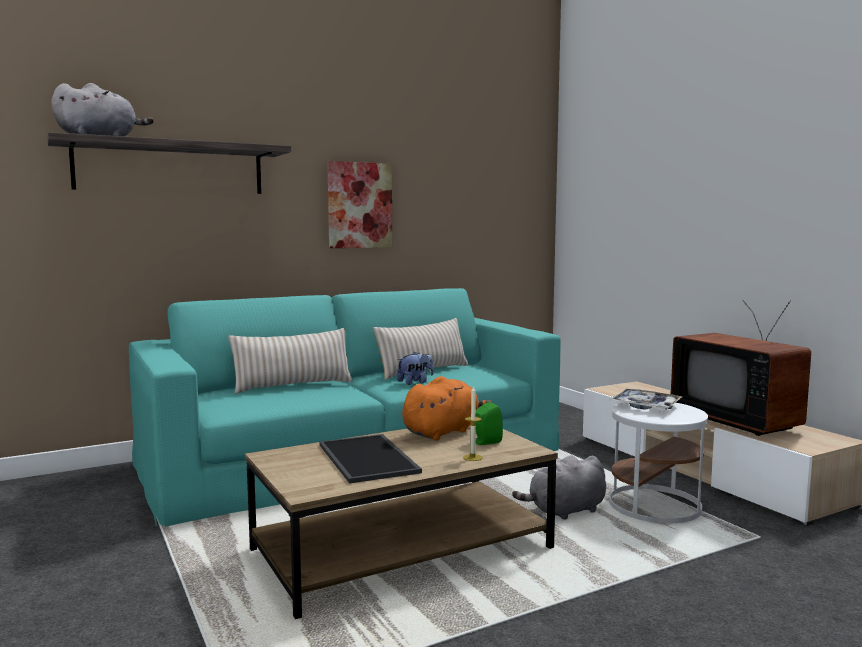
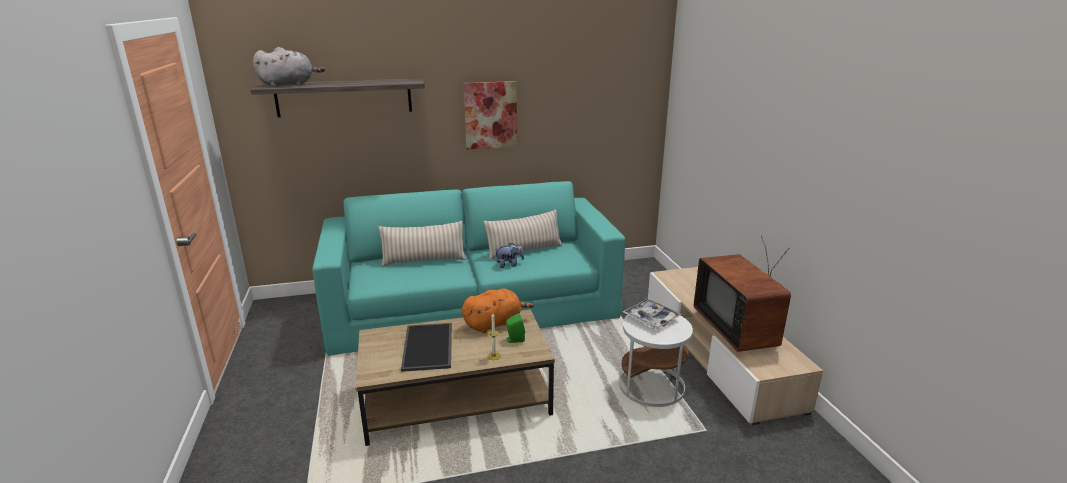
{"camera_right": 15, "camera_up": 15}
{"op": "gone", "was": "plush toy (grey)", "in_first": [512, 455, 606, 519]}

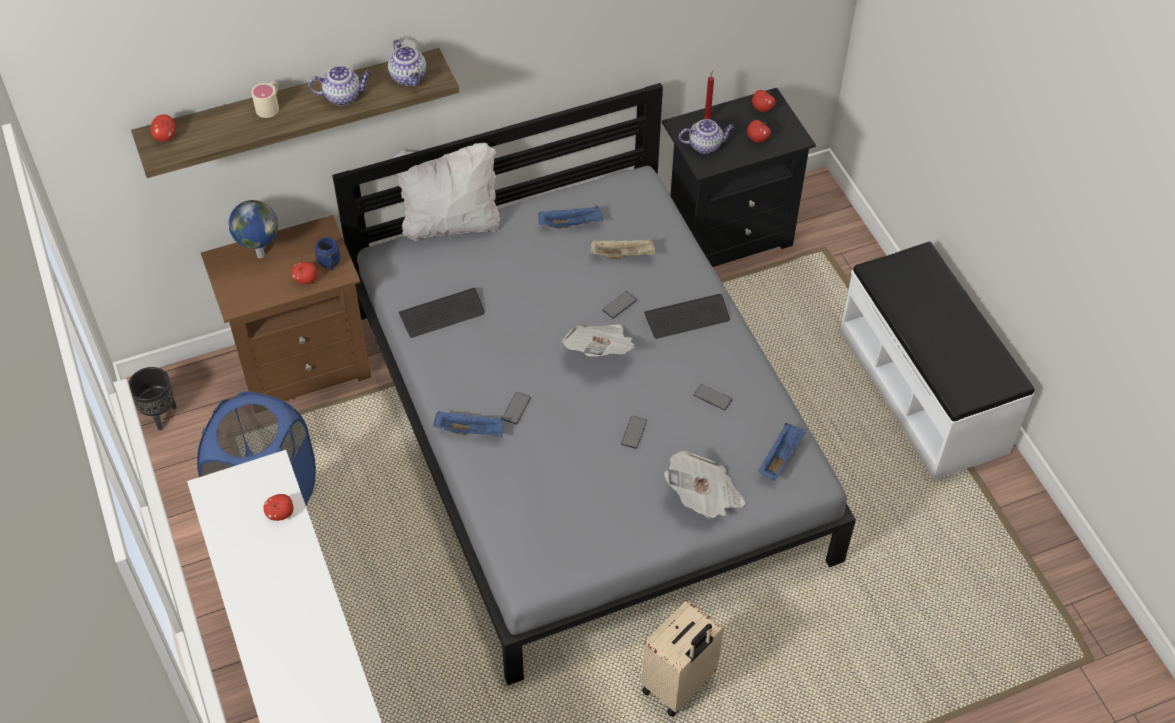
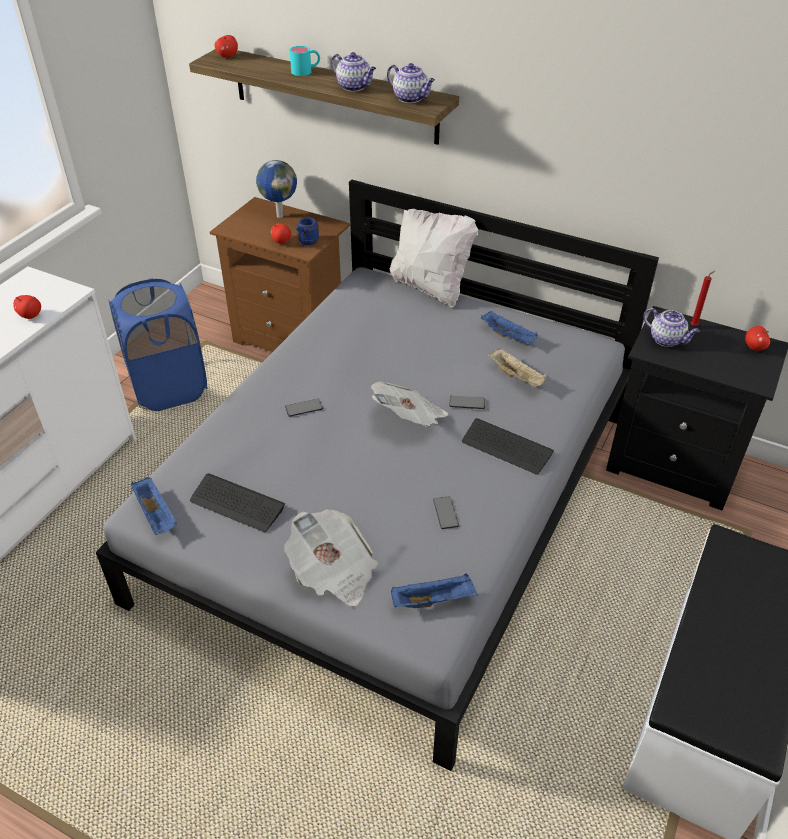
{"camera_right": 50, "camera_up": -10}
{"op": "gone", "was": "planter (black)", "in_first": [128, 367, 177, 430]}
{"op": "repainted", "was": "mug (beige)", "now": "mug (turquoise)", "in_first": [251, 82, 279, 118], "in_second": [290, 46, 320, 76]}
{"op": "rotated", "was": "teapot", "in_first": [388, 39, 426, 86], "in_second": [387, 63, 435, 103], "clockwise": -75}
{"op": "shifted", "was": "keyboard", "in_first": [399, 288, 485, 338], "in_second": [190, 473, 285, 532]}
{"op": "shifted", "was": "tray (blue)", "in_first": [433, 411, 504, 437], "in_second": [131, 477, 177, 535]}
{"op": "gone", "was": "phone", "in_first": [621, 416, 647, 449]}
{"op": "gone", "was": "suitcase (beige)", "in_first": [641, 600, 724, 717]}
{"op": "gone", "was": "apple", "in_first": [747, 120, 771, 143]}

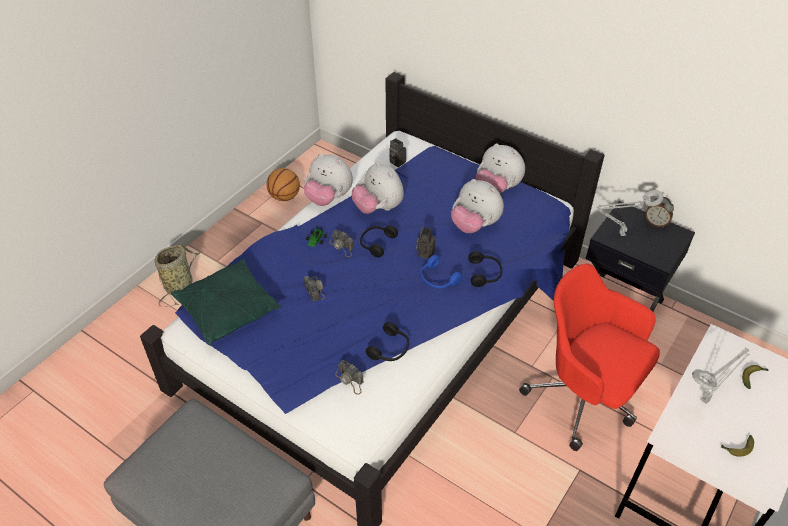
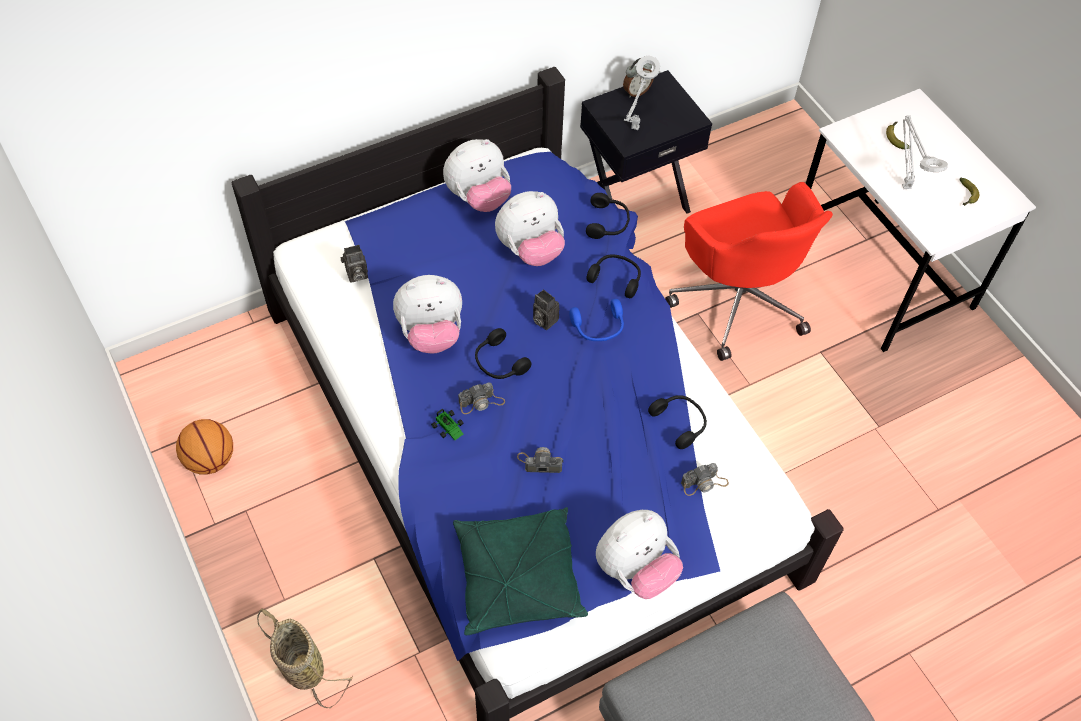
{"camera_right": -65, "camera_up": 10}
{"op": "shifted", "was": "plush toy", "in_first": [303, 154, 353, 206], "in_second": [596, 510, 683, 599]}
{"op": "rotated", "was": "office chair (red)", "in_first": [519, 264, 660, 451], "in_second": [665, 182, 833, 361], "clockwise": -90}
{"op": "new", "now": "headphones (black)", "in_second": [586, 193, 630, 239]}

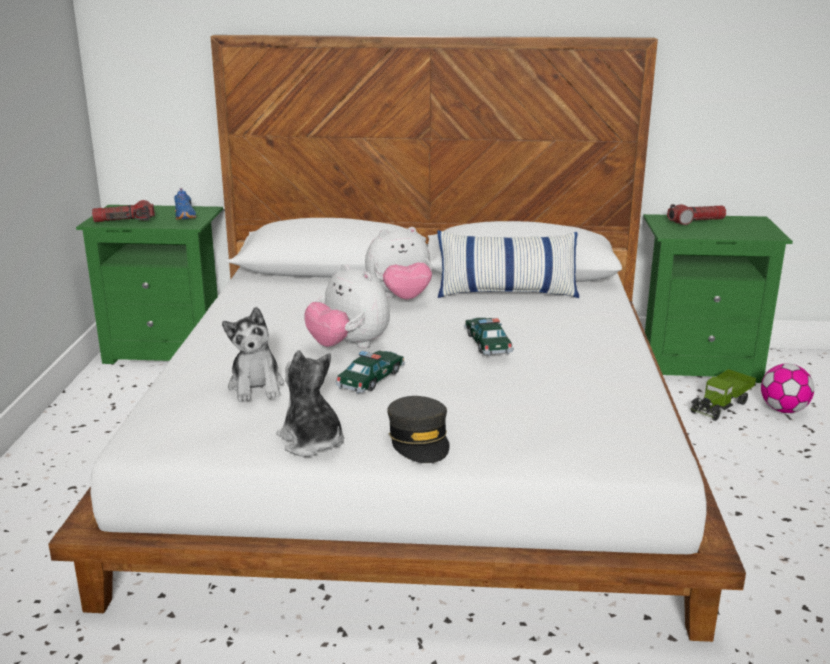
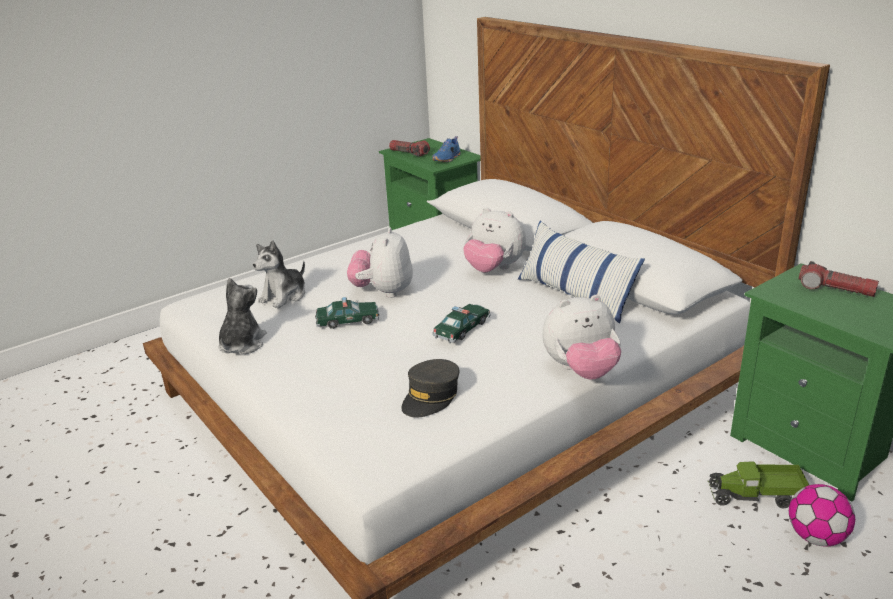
{"camera_right": 50, "camera_up": 5}
{"op": "shifted", "was": "cap (grey)", "in_first": [387, 396, 450, 463], "in_second": [402, 359, 459, 418]}
{"op": "new", "now": "plush toy", "in_second": [542, 295, 621, 380]}

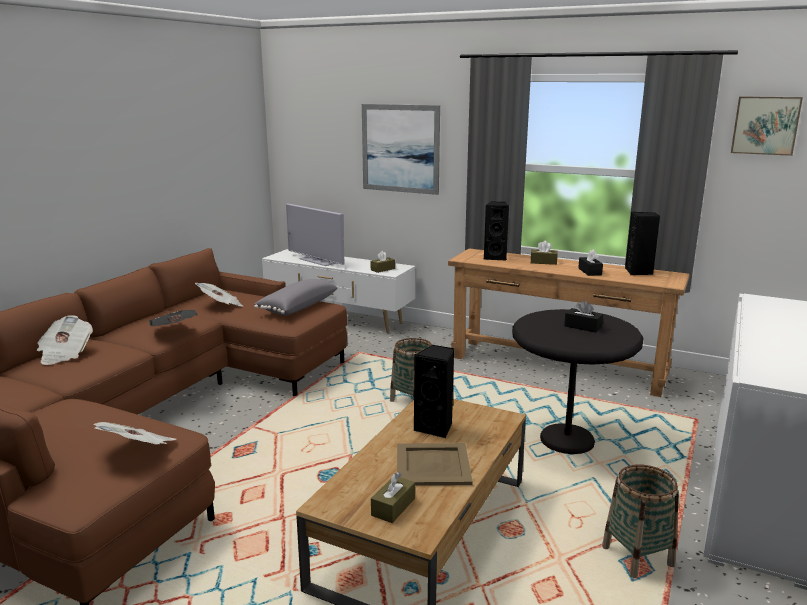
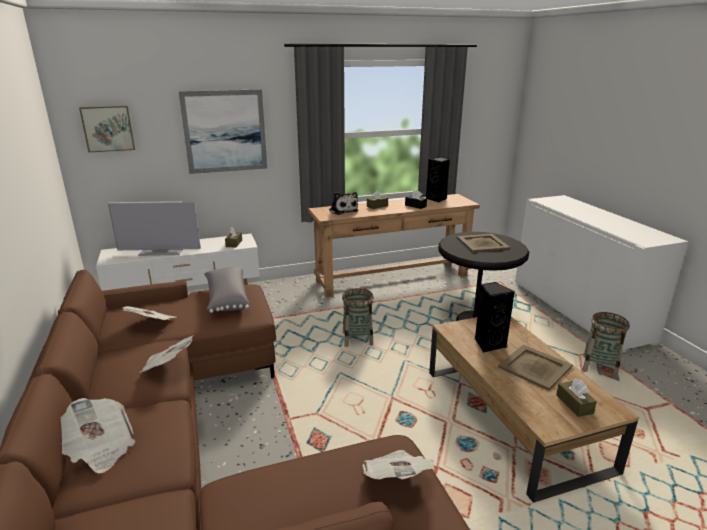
{"camera_right": -45, "camera_up": 5}
{"op": "swapped", "was": "speaker (black)", "now": "plush toy", "in_first": [484, 201, 509, 260], "in_second": [329, 192, 359, 215]}
{"op": "swapped", "was": "tissue box (black)", "now": "tray (beige)", "in_first": [564, 300, 603, 333], "in_second": [457, 234, 510, 252]}
{"op": "shifted", "was": "picture", "in_first": [731, 96, 803, 156], "in_second": [79, 106, 135, 153]}

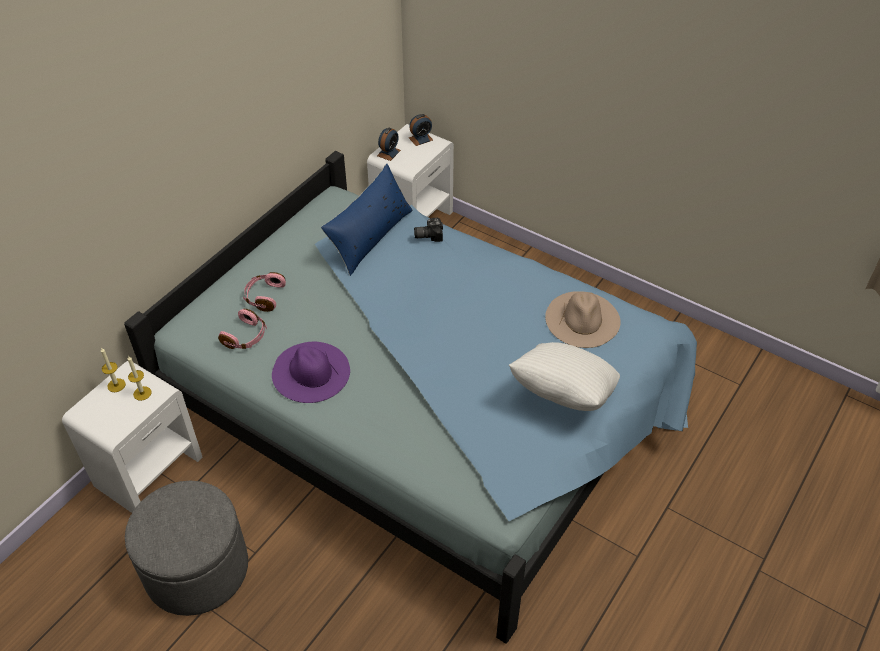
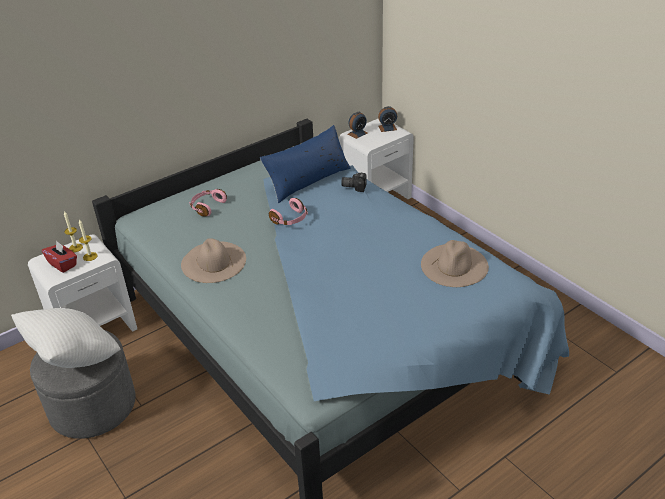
{"camera_right": 20, "camera_up": -10}
{"op": "shifted", "was": "headphones (pink)", "in_first": [218, 308, 267, 349], "in_second": [269, 198, 308, 225]}
{"op": "repainted", "was": "hat (purple)", "now": "hat (beige)", "in_first": [272, 342, 350, 403], "in_second": [181, 238, 246, 283]}
{"op": "shifted", "was": "pillow (white)", "in_first": [509, 342, 620, 411], "in_second": [11, 308, 120, 368]}
{"op": "new", "now": "tissue box (red)", "in_second": [42, 241, 77, 273]}

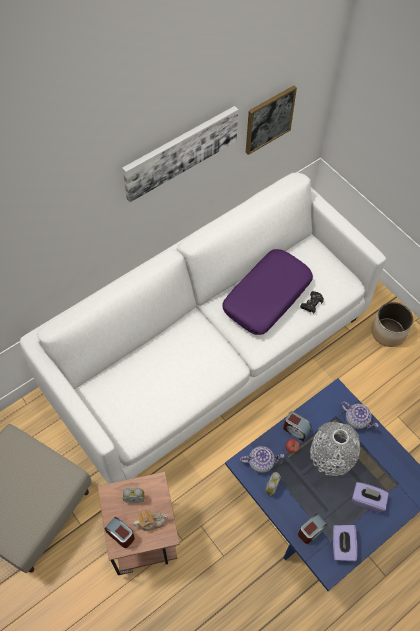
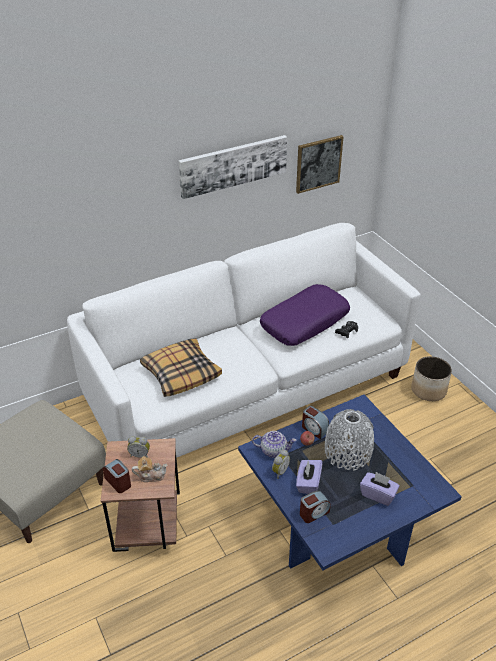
{"camera_right": 10, "camera_up": -20}
{"op": "shifted", "was": "tissue box (purple)", "in_first": [333, 525, 357, 561], "in_second": [296, 460, 322, 494]}
{"op": "gone", "was": "teapot", "in_first": [341, 402, 378, 430]}
{"op": "new", "now": "pillow", "in_second": [140, 338, 222, 397]}

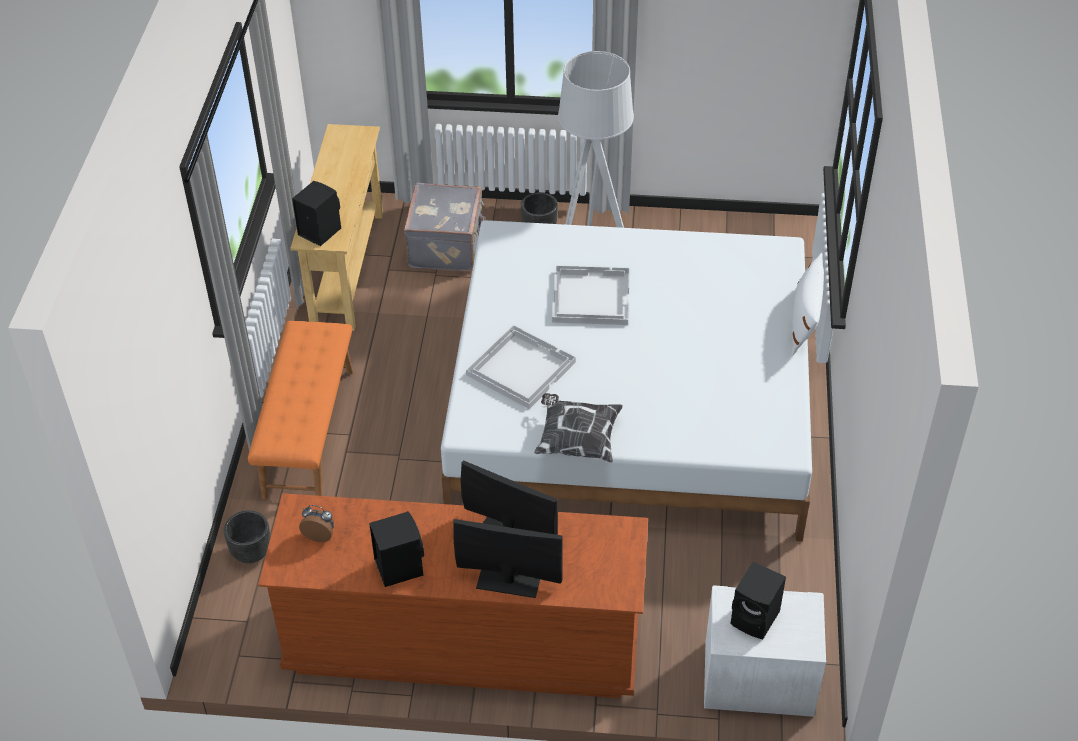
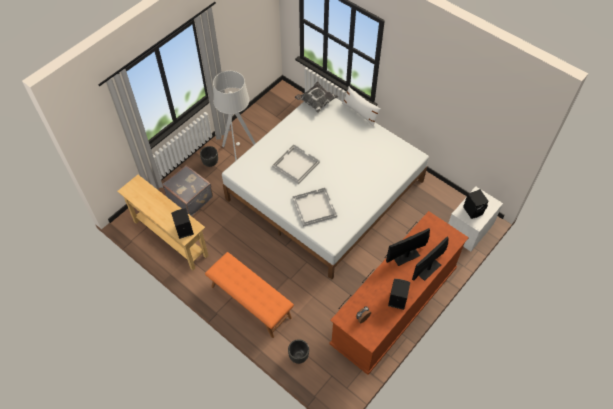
{"camera_right": -55, "camera_up": 10}
{"op": "shifted", "was": "pillow", "in_first": [534, 393, 623, 463], "in_second": [295, 81, 339, 113]}

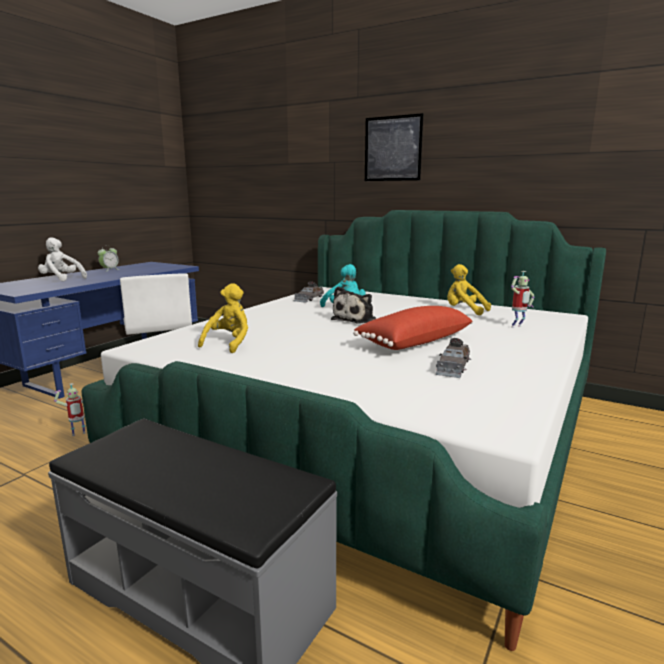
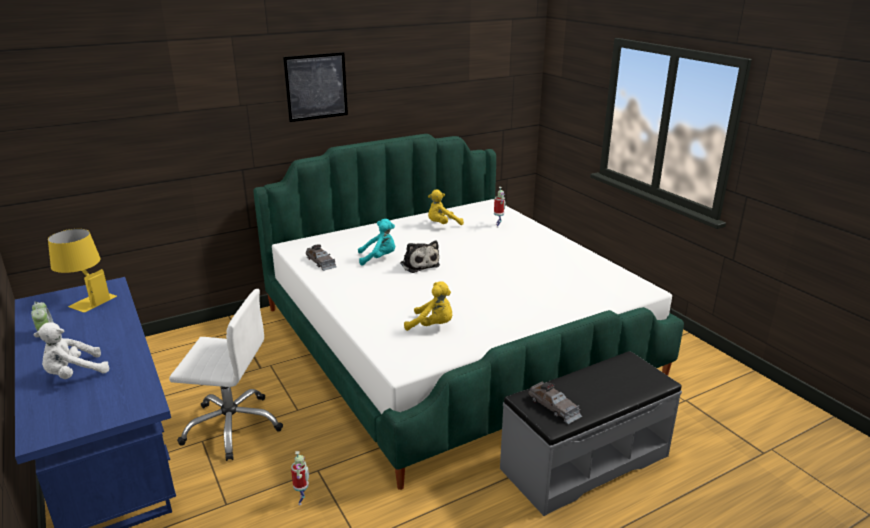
{"camera_right": -60, "camera_up": 10}
{"op": "rotated", "was": "plush toy (yellow)", "in_first": [198, 283, 248, 353], "in_second": [404, 281, 452, 331], "clockwise": 150}
{"op": "gone", "was": "pillow (red)", "in_first": [353, 306, 473, 350]}
{"op": "shifted", "was": "toy car (grey)", "in_first": [436, 338, 471, 378], "in_second": [528, 381, 582, 424]}
{"op": "new", "now": "table lamp (yellow)", "in_second": [48, 229, 117, 313]}

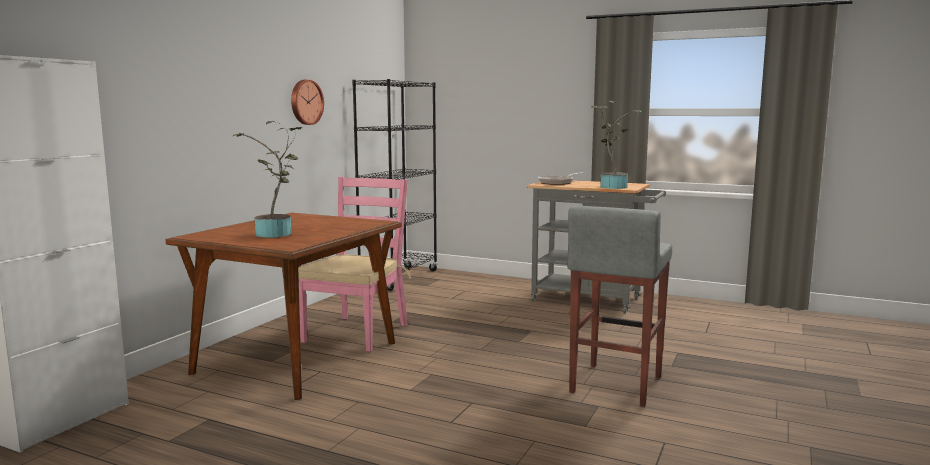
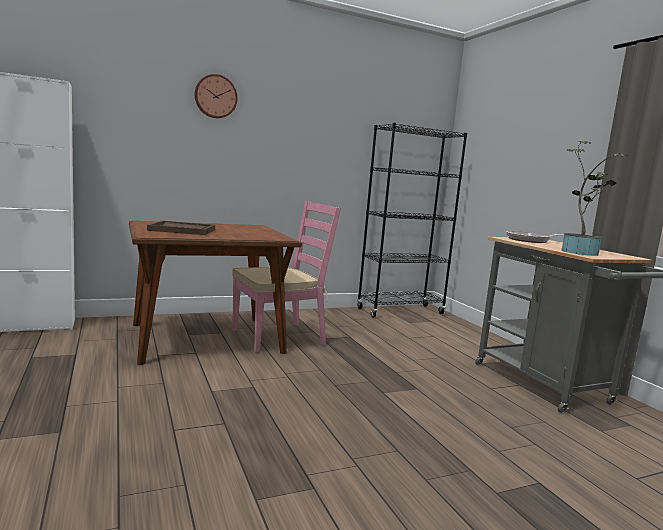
{"camera_right": 40, "camera_up": 0}
{"op": "swapped", "was": "potted plant", "now": "tray (brown)", "in_first": [232, 121, 302, 238], "in_second": [147, 221, 215, 235]}
{"op": "shifted", "was": "wall clock", "in_first": [291, 79, 324, 125], "in_second": [195, 74, 238, 118]}
{"op": "gone", "was": "stool (grey)", "in_first": [567, 206, 672, 407]}

